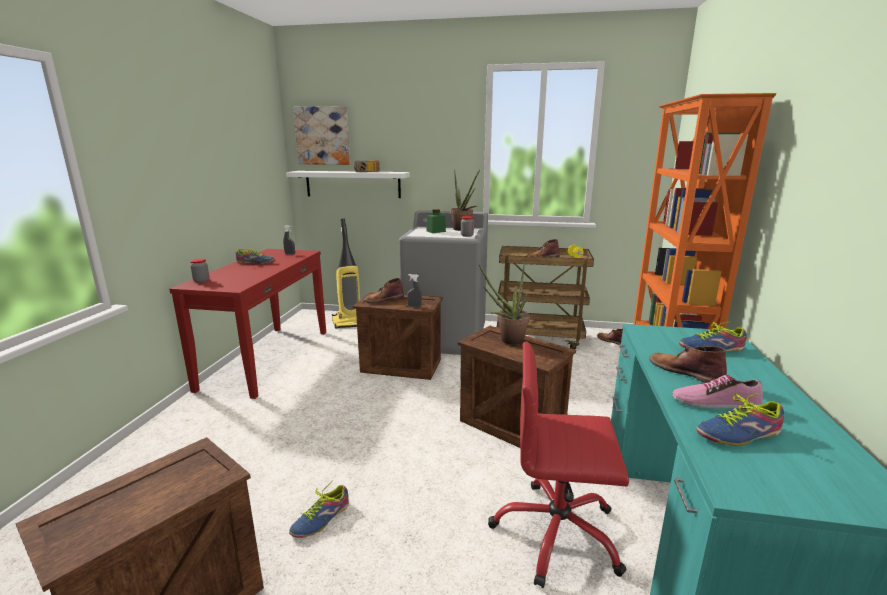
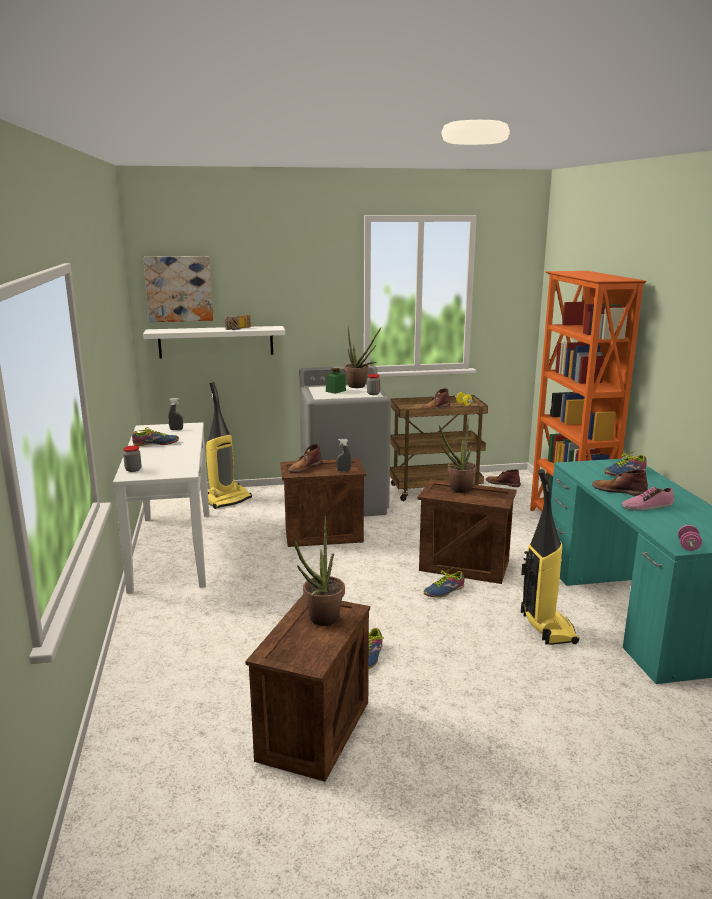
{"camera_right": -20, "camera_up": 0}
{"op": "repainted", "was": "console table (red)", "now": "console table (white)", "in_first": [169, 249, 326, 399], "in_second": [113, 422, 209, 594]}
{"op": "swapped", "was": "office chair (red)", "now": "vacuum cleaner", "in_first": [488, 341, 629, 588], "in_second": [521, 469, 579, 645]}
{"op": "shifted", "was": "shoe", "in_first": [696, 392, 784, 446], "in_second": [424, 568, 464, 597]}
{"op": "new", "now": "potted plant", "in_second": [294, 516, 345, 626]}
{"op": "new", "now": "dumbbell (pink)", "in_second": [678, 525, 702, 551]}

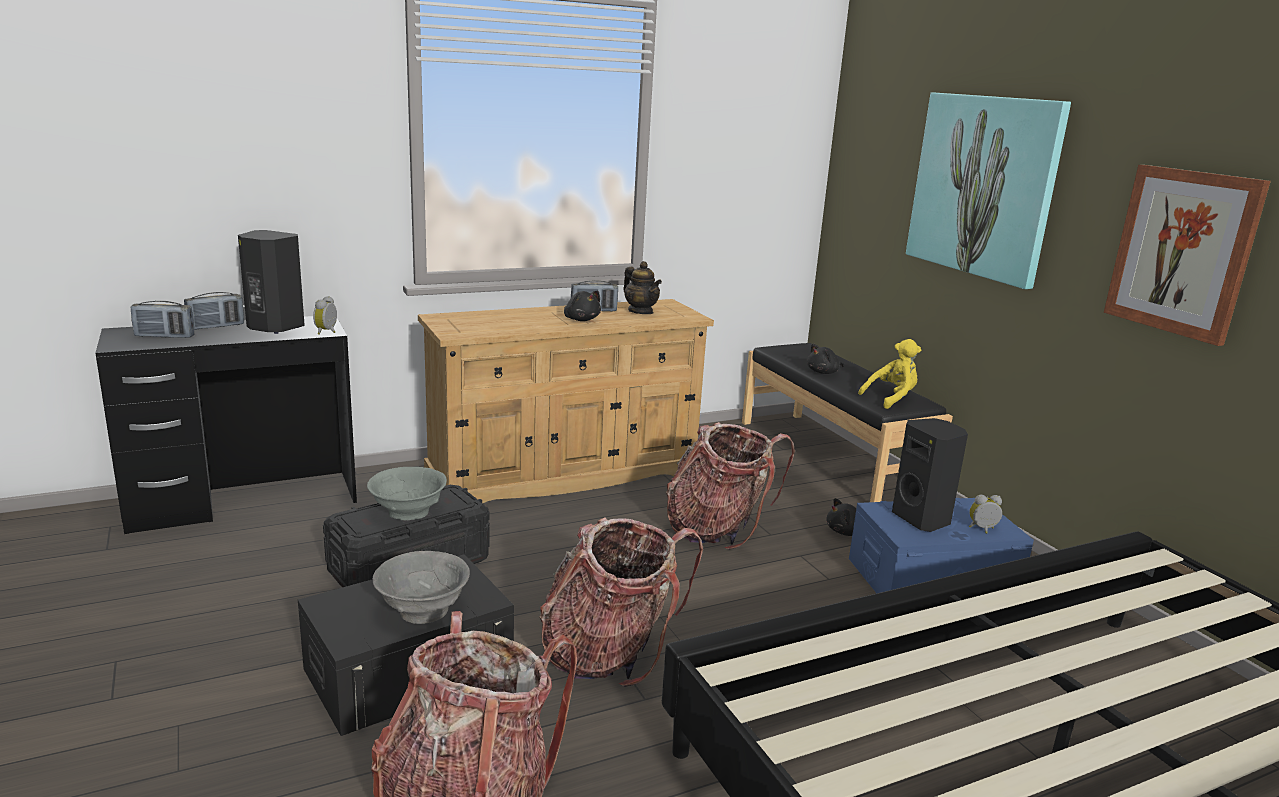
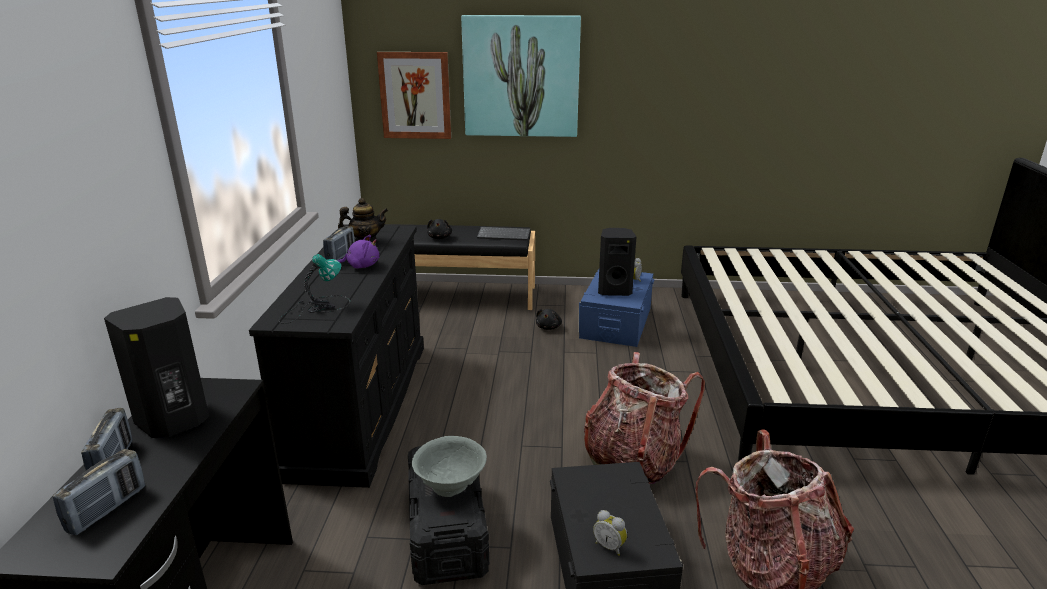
{"camera_right": -60, "camera_up": 5}
{"op": "shifted", "was": "alarm clock", "in_first": [313, 296, 337, 335], "in_second": [593, 510, 627, 556]}
{"op": "gone", "was": "bowl (grey)", "in_first": [373, 551, 470, 624]}
{"op": "repainted", "was": "dresser (beige)", "now": "dresser (black)", "in_first": [418, 299, 714, 503], "in_second": [249, 225, 424, 488]}
{"op": "repainted", "was": "plush toy (black)", "now": "plush toy (purple)", "in_first": [564, 291, 601, 321], "in_second": [337, 235, 379, 269]}
{"op": "gone", "was": "backpack", "in_first": [666, 422, 795, 550]}
{"op": "swapped", "was": "plush toy (yellow)", "now": "keyboard", "in_first": [858, 339, 921, 409], "in_second": [477, 227, 530, 241]}
{"op": "shifted", "was": "picture", "in_first": [1104, 165, 1271, 346], "in_second": [377, 52, 451, 139]}
{"op": "new", "now": "table lamp", "in_second": [278, 254, 350, 324]}

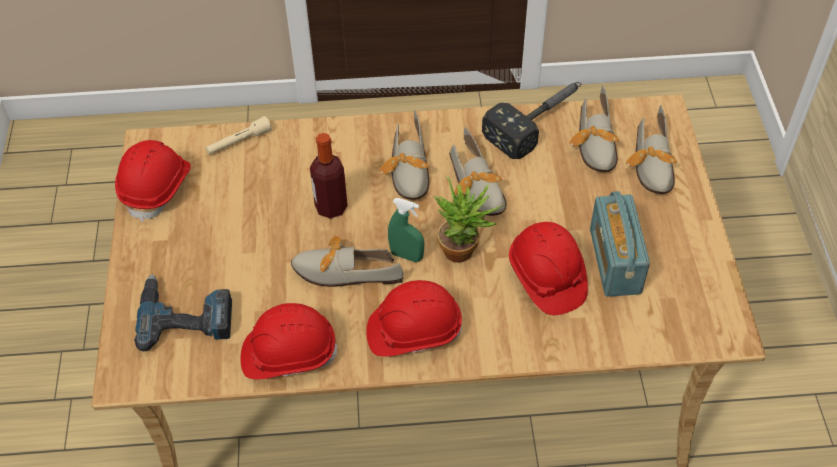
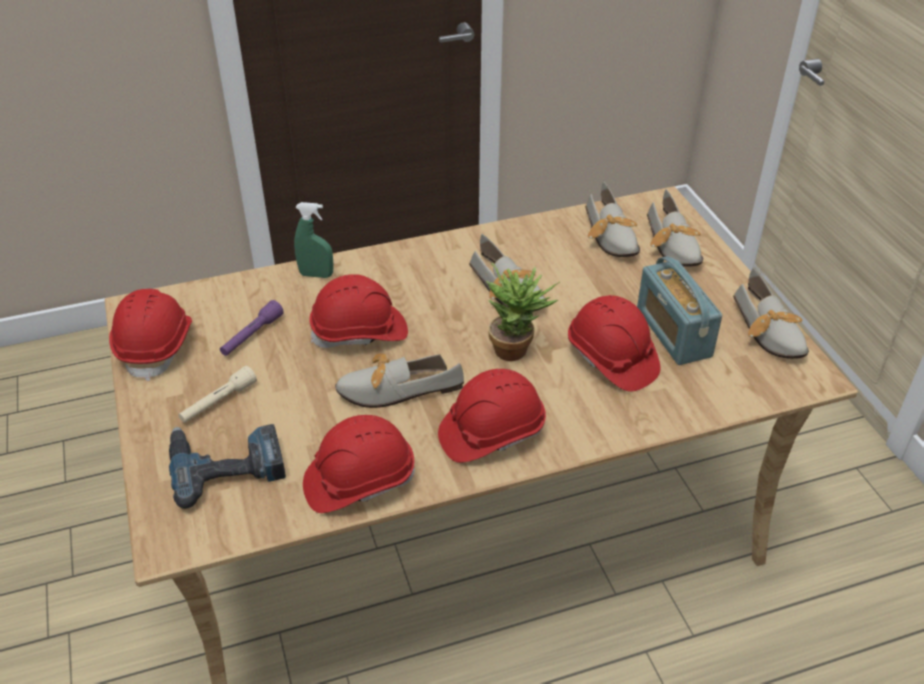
{"camera_right": -15, "camera_up": -10}
{"op": "shifted", "was": "flashlight (beige)", "in_first": [205, 116, 272, 155], "in_second": [178, 366, 257, 423]}
{"op": "swapped", "was": "bottle", "now": "hard hat (red)", "in_first": [310, 133, 348, 219], "in_second": [309, 274, 408, 348]}
{"op": "shifted", "was": "shoe", "in_first": [379, 110, 429, 200], "in_second": [733, 267, 809, 359]}
{"op": "shifted", "was": "spray bottle (green)", "in_first": [388, 198, 424, 262], "in_second": [294, 202, 334, 278]}
{"op": "gone", "was": "hammer", "in_first": [482, 82, 581, 159]}
{"op": "new", "now": "flashlight (purple)", "in_second": [220, 300, 284, 356]}

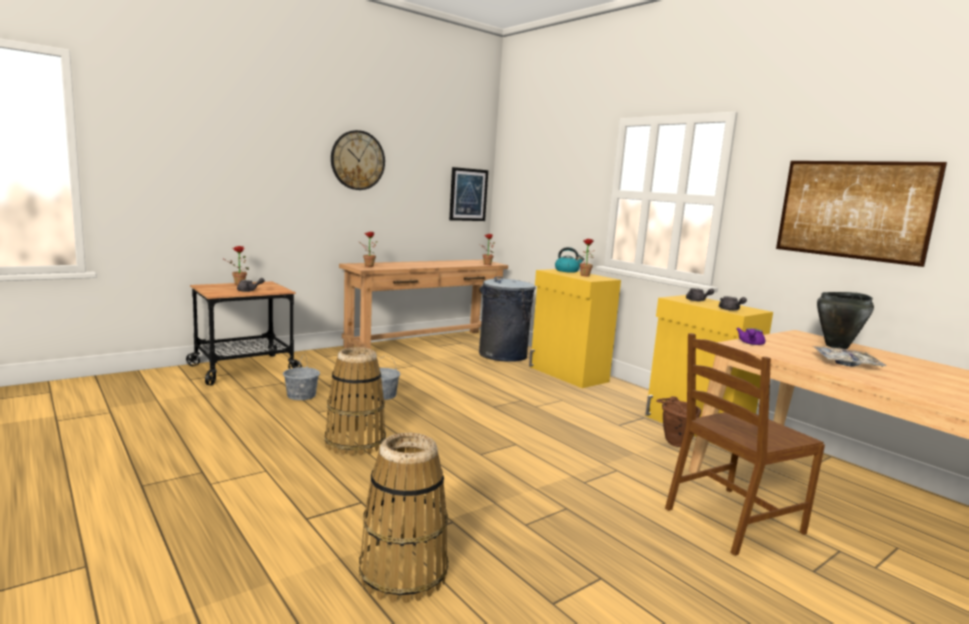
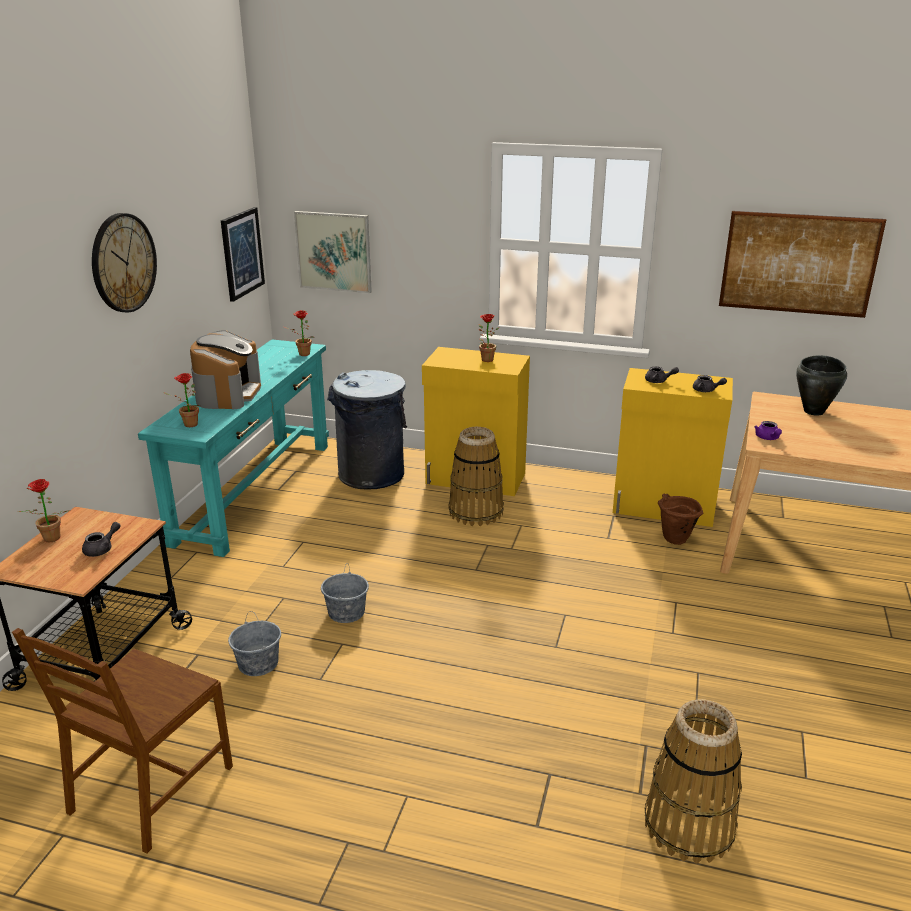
{"camera_right": -35, "camera_up": 15}
{"op": "shifted", "was": "basket", "in_first": [325, 347, 386, 456], "in_second": [449, 427, 504, 526]}
{"op": "repainted", "was": "console table (brown)", "now": "console table (turquoise)", "in_first": [339, 260, 508, 349], "in_second": [138, 340, 329, 557]}
{"op": "gone", "was": "kettle", "in_first": [555, 247, 584, 273]}
{"op": "shifted", "was": "chair (brown)", "in_first": [665, 333, 825, 556], "in_second": [12, 628, 233, 853]}
{"op": "gone", "was": "tray", "in_first": [813, 346, 887, 367]}
{"op": "new", "now": "coffee machine", "in_second": [190, 330, 261, 409]}
{"op": "new", "now": "picture", "in_second": [294, 211, 372, 293]}

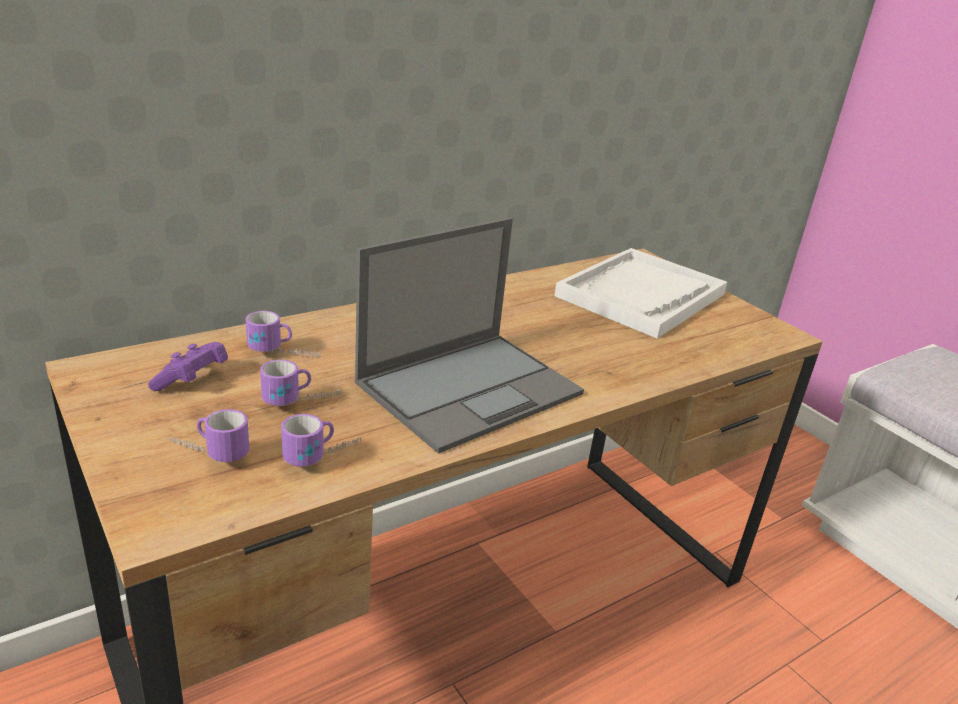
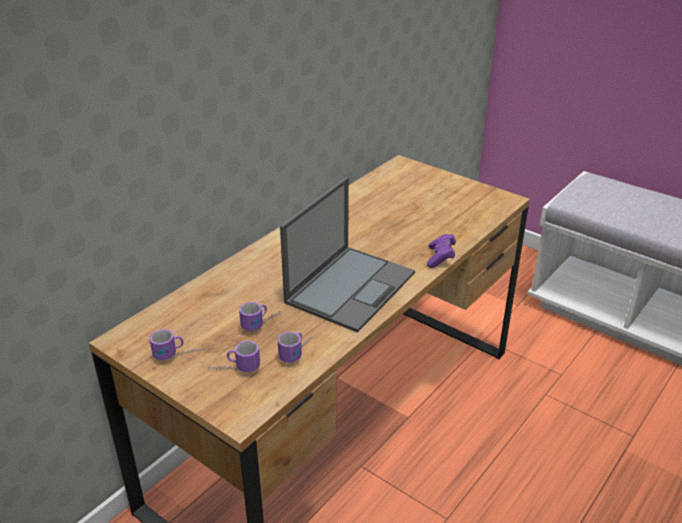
{"camera_right": -15, "camera_up": 5}
{"op": "shifted", "was": "game controller (purple)", "in_first": [148, 342, 228, 391], "in_second": [427, 234, 456, 268]}
{"op": "shifted", "was": "mug", "in_first": [246, 311, 320, 357], "in_second": [149, 329, 205, 360]}
{"op": "gone", "was": "tray (white)", "in_first": [554, 248, 727, 338]}

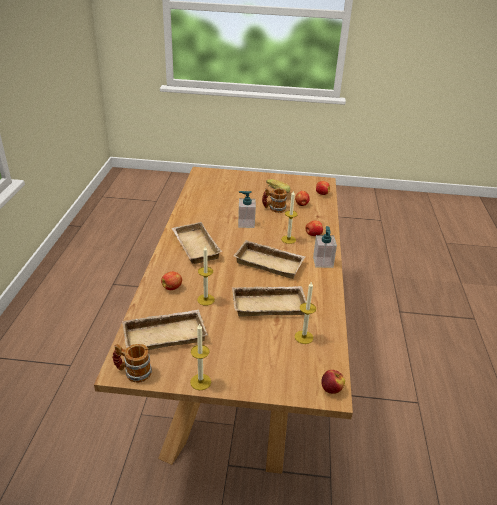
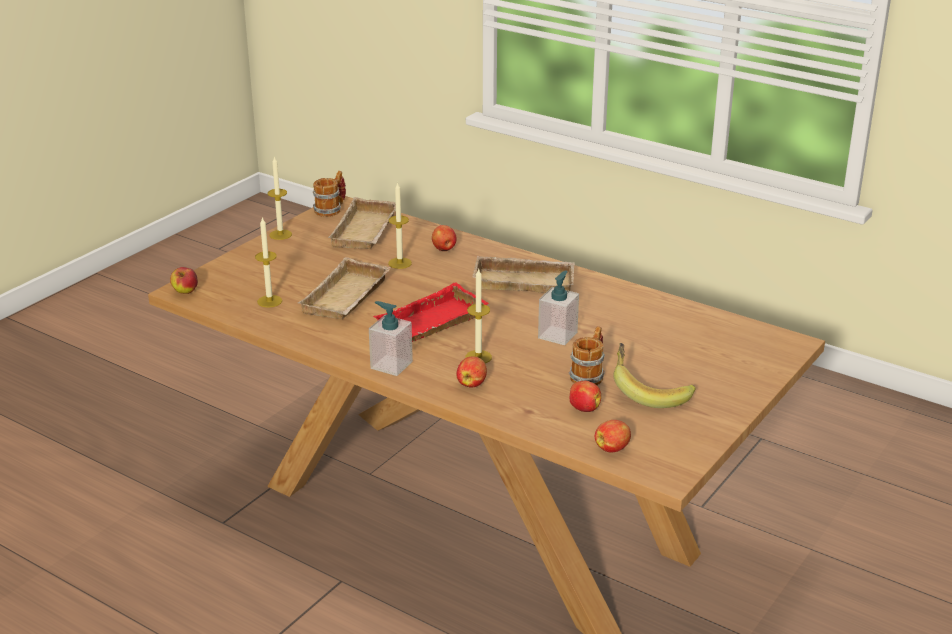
{"camera_right": 120, "camera_up": -5}
{"op": "repainted", "was": "tray (beige)", "now": "tray (red)", "in_first": [233, 240, 305, 279], "in_second": [373, 282, 489, 342]}

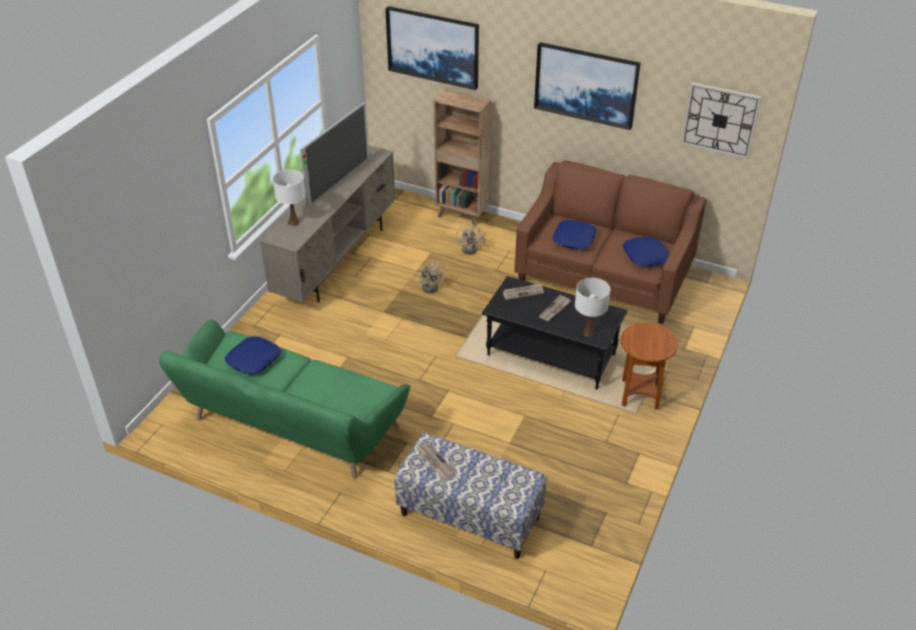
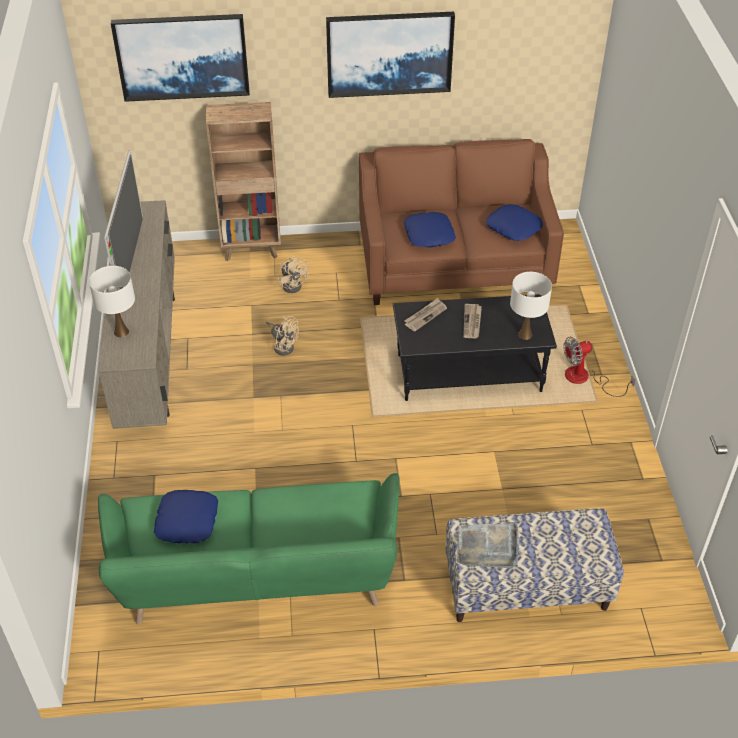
{"camera_right": -30, "camera_up": 5}
{"op": "swapped", "was": "newspaper", "now": "tray (grey)", "in_first": [416, 443, 456, 479], "in_second": [457, 522, 519, 568]}
{"op": "swapped", "was": "side table (brown)", "now": "fan", "in_first": [621, 323, 678, 410], "in_second": [564, 337, 635, 397]}
{"op": "gone", "was": "wall clock", "in_first": [681, 82, 762, 159]}

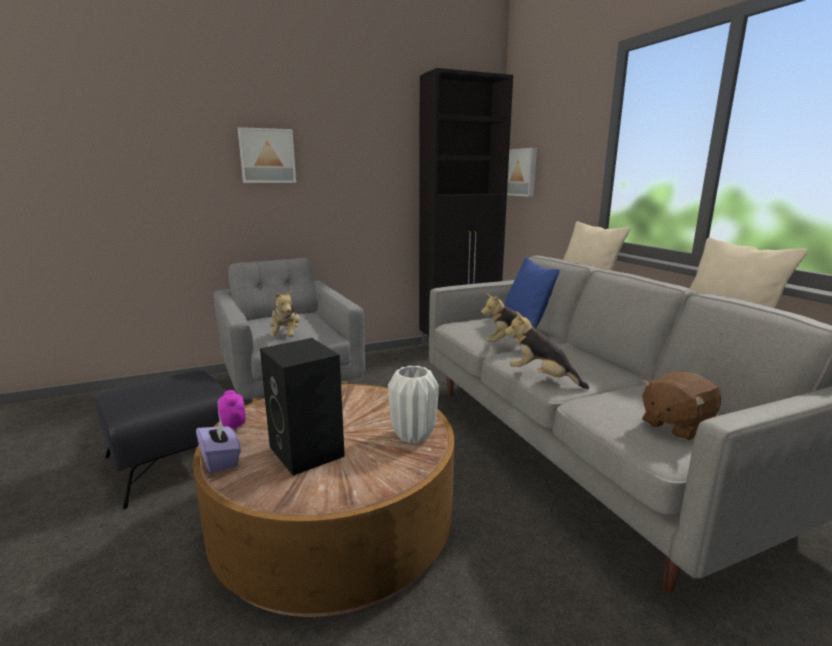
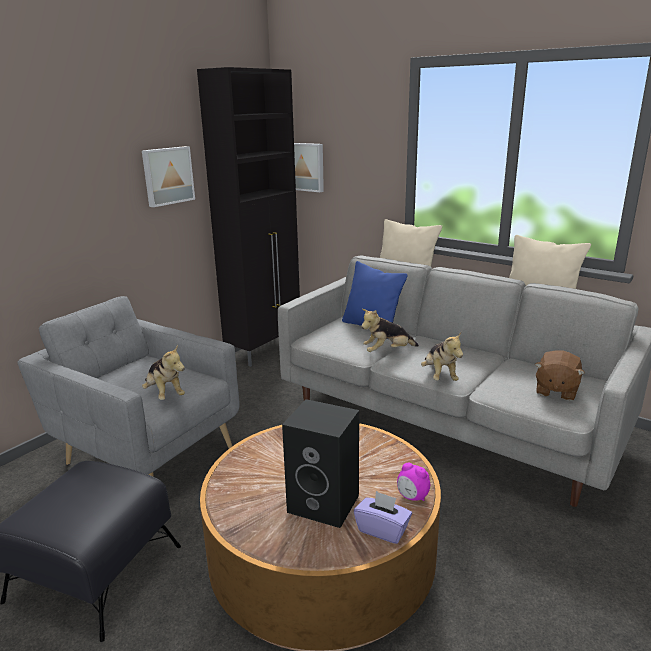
{"camera_right": -30, "camera_up": 5}
{"op": "shifted", "was": "tissue box (purple)", "in_first": [196, 417, 241, 474], "in_second": [354, 491, 412, 544]}
{"op": "shifted", "was": "alarm clock", "in_first": [218, 390, 246, 431], "in_second": [397, 463, 430, 501]}
{"op": "shifted", "was": "picture", "in_first": [238, 127, 296, 183], "in_second": [142, 146, 195, 207]}
{"op": "gone", "was": "vase (white)", "in_first": [388, 366, 439, 443]}
{"op": "rotated", "was": "plush toy", "in_first": [505, 311, 589, 389], "in_second": [421, 332, 463, 381], "clockwise": -105}

